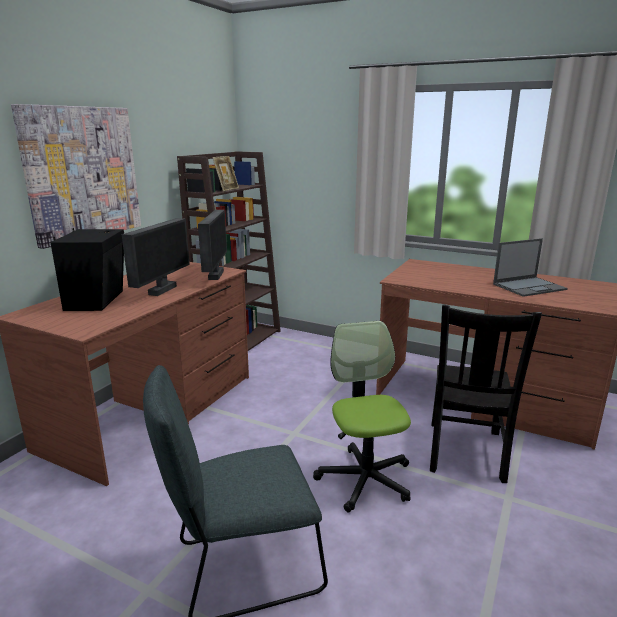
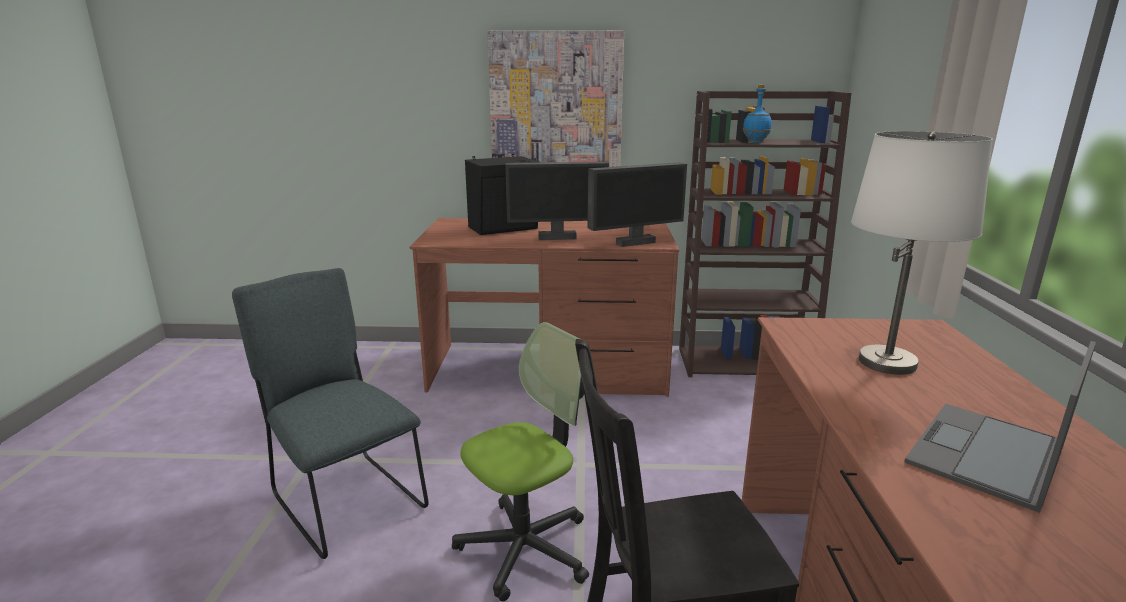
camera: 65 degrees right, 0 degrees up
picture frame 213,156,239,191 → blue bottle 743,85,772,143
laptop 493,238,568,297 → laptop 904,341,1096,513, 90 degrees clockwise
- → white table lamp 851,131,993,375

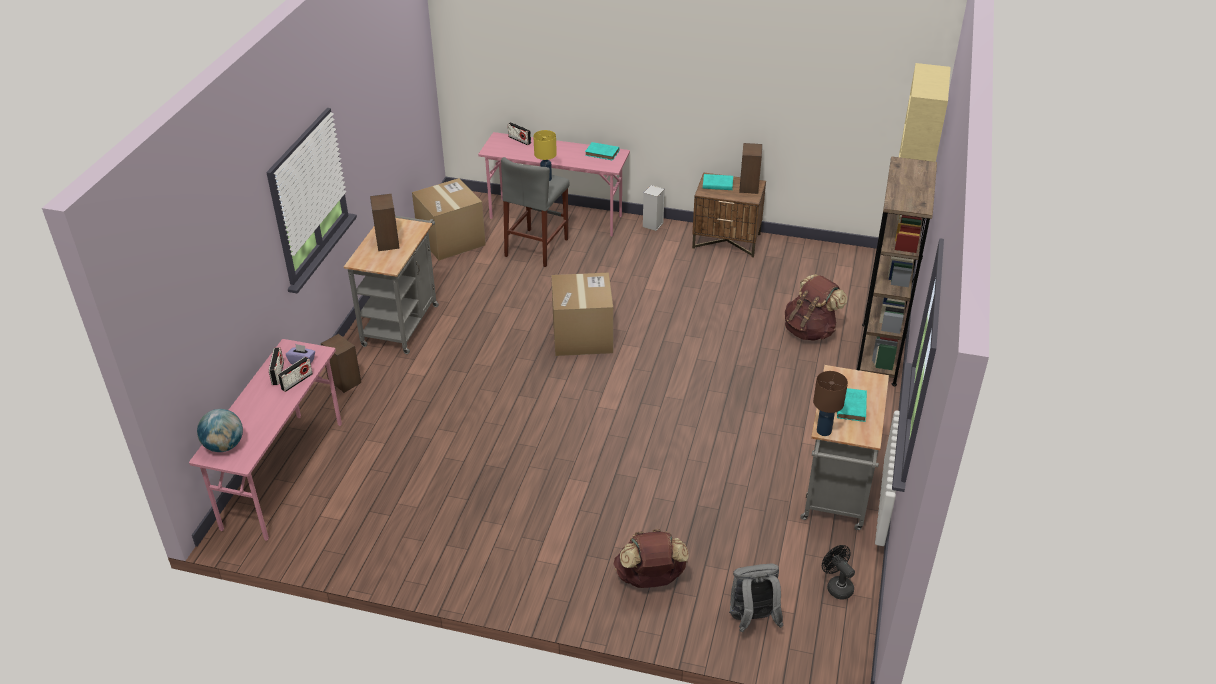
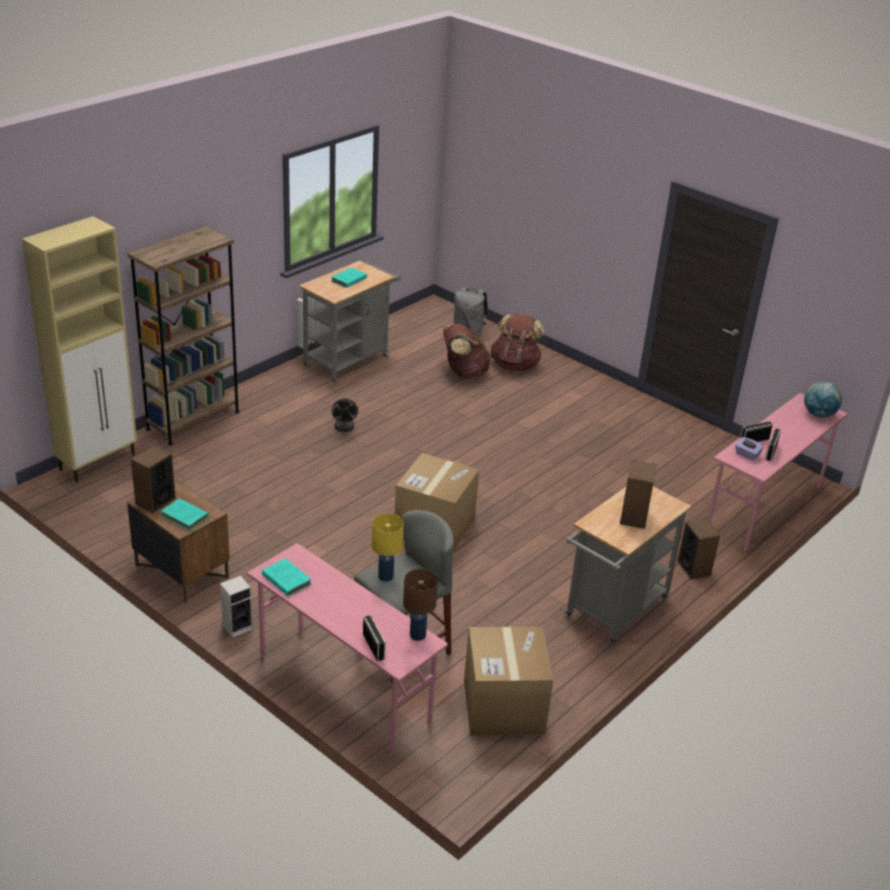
camera: 155 degrees left, 5 degrees down
brown backpack 785,274,847,341 → brown backpack 443,323,491,378, shifted
brown table lamp 813,371,848,436 → brown table lamp 403,569,438,641, shifted
black fan 822,545,855,599 → black fan 331,398,358,432, shifted

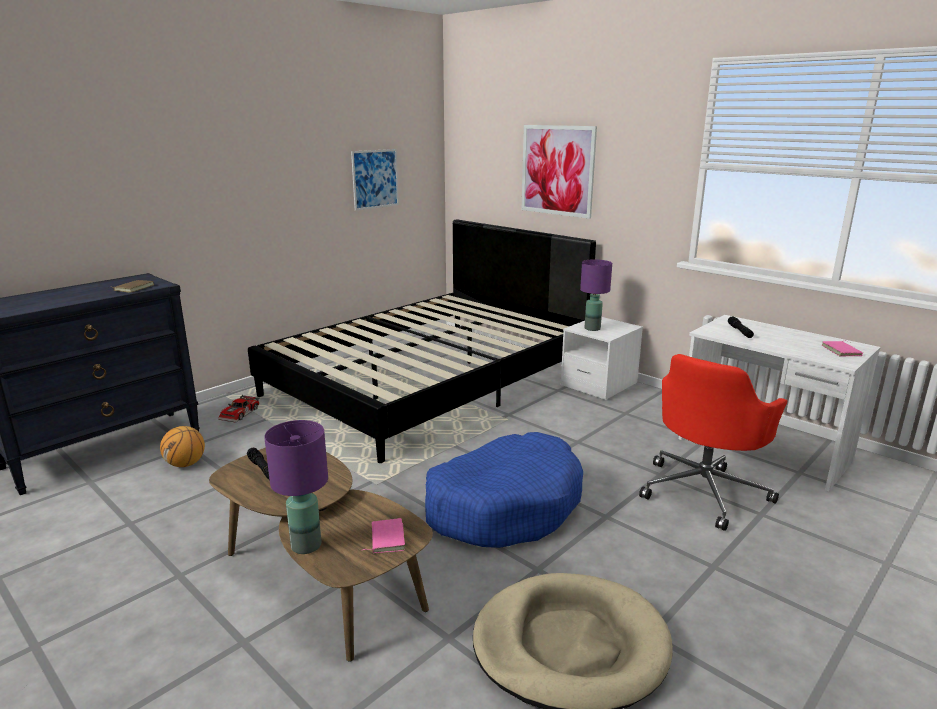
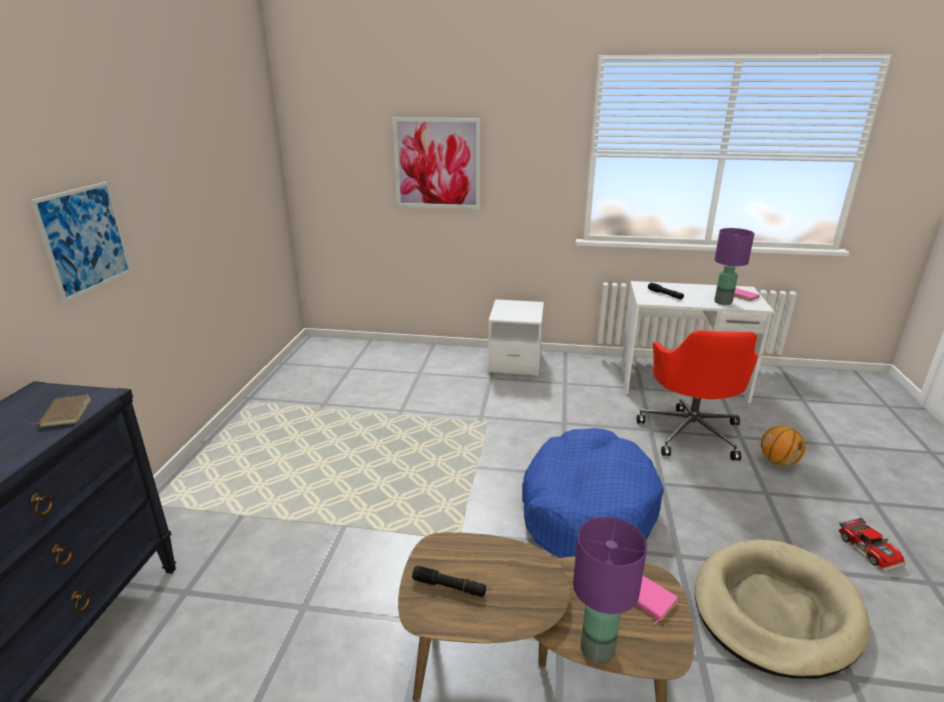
camera: 35 degrees left, 5 degrees up
basketball 160,426,205,467 → basketball 761,426,805,466, shifted
toy car 218,395,260,423 → toy car 839,518,906,572, shifted
black bed 248,219,596,463 → -
picture 351,149,399,211 → picture 30,182,132,302, shifted
purple table lamp 580,259,612,331 → purple table lamp 714,228,754,305, shifted

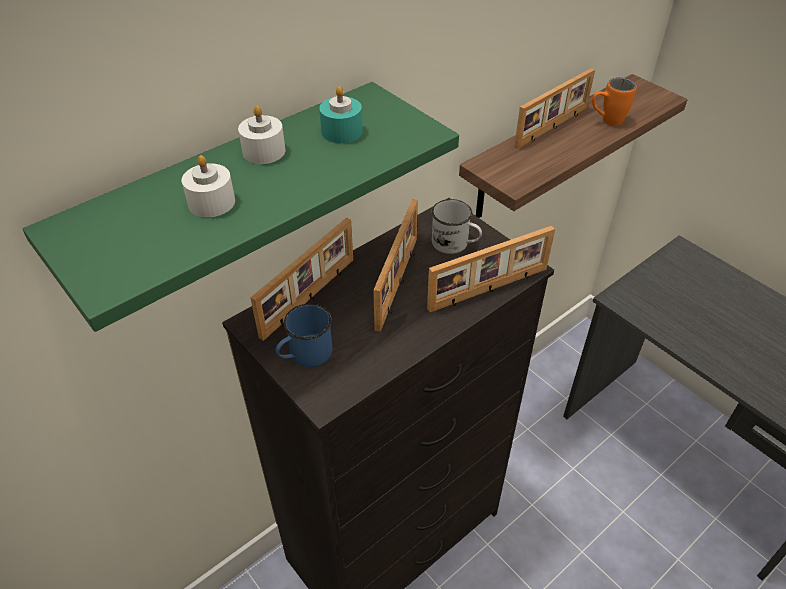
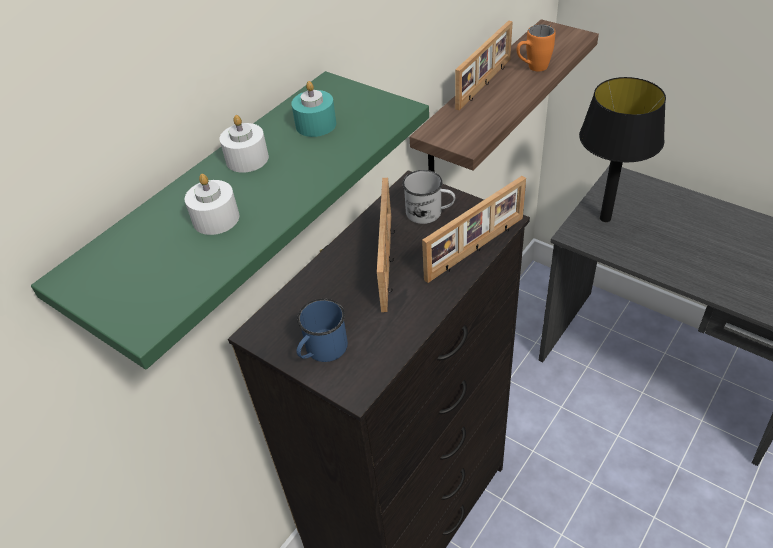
camera: 10 degrees left, 0 degrees up
picture frame 250,218,353,341 → -
- → black table lamp 579,77,666,222

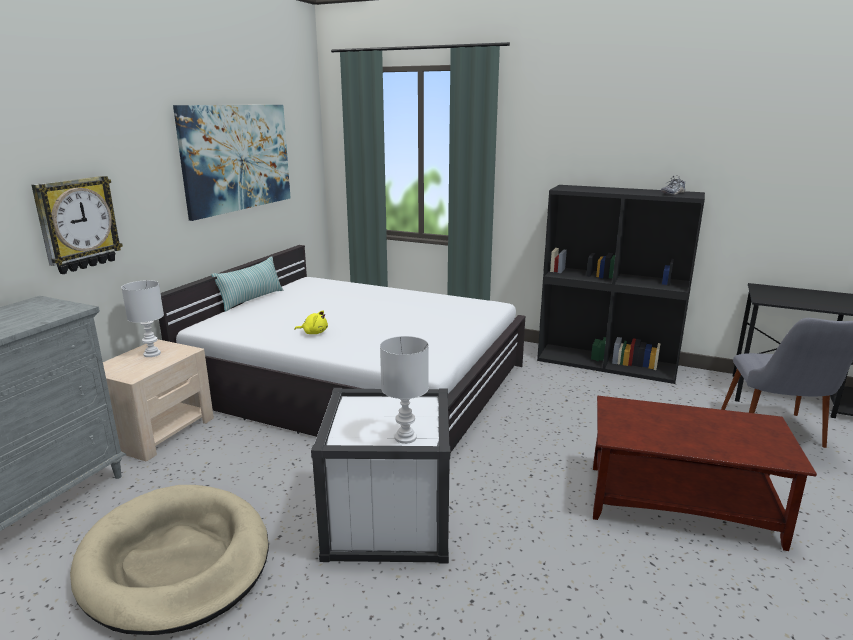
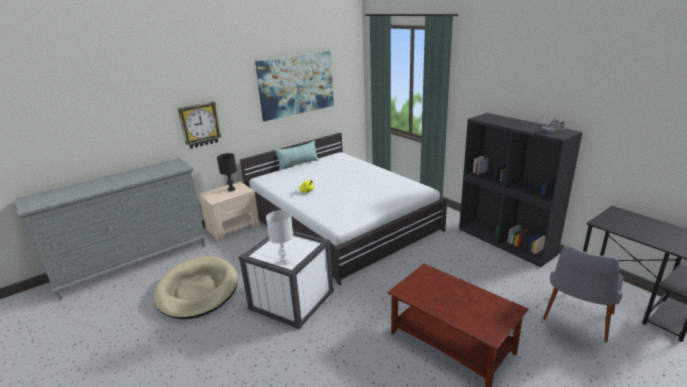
camera: 30 degrees right, 5 degrees up
white table lamp 121,280,164,357 → black table lamp 217,153,237,191

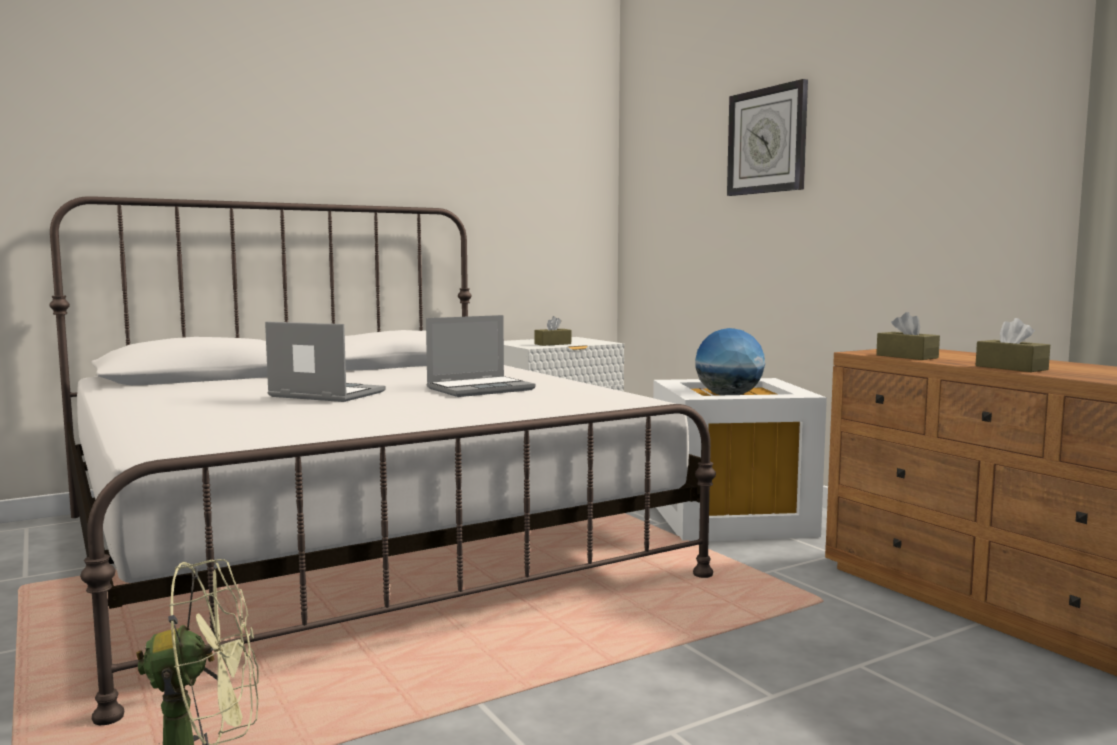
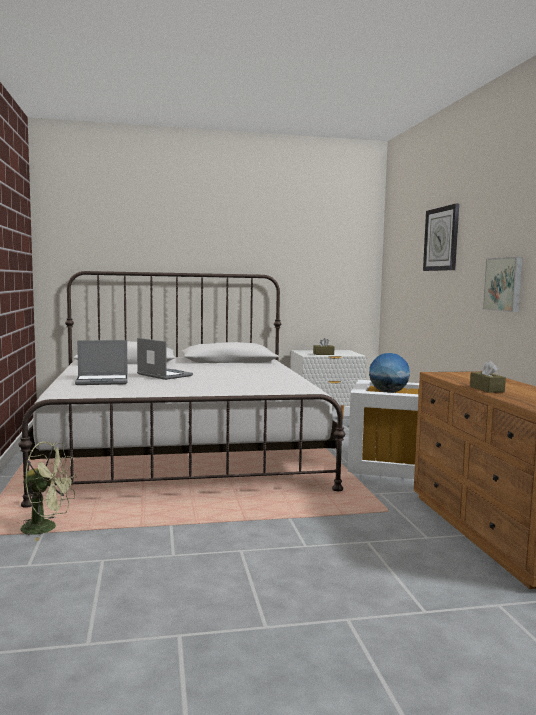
camera: 20 degrees right, 0 degrees up
laptop 426,315,536,397 → laptop 75,340,128,385, shifted
brown tissue box 876,312,940,360 → -
- → picture 483,257,523,312

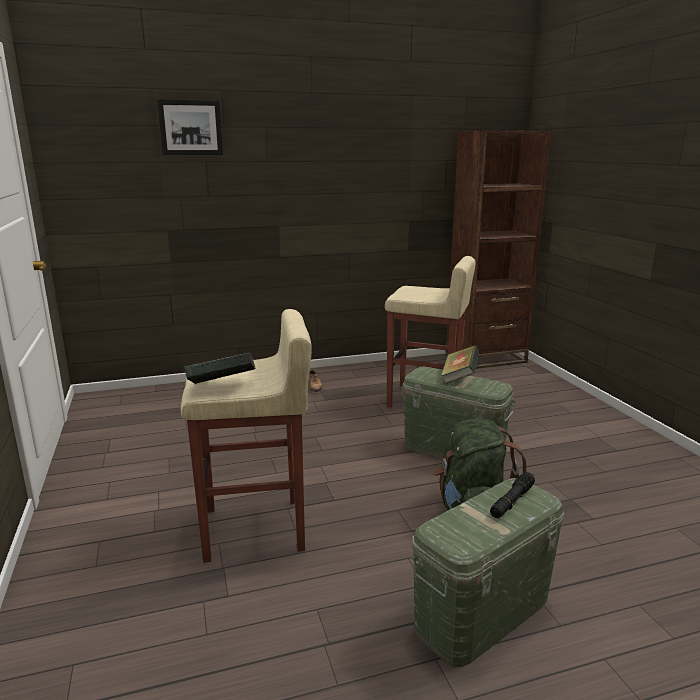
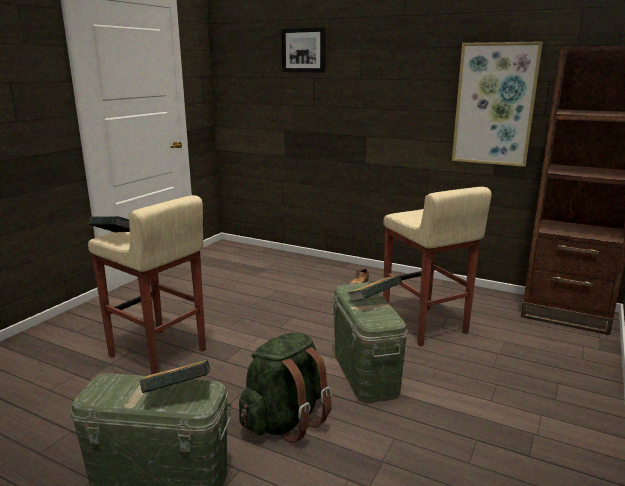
camera: 45 degrees right, 0 degrees up
black flashlight 490,472,535,518 → book 140,359,211,393
- → picture 452,42,543,167

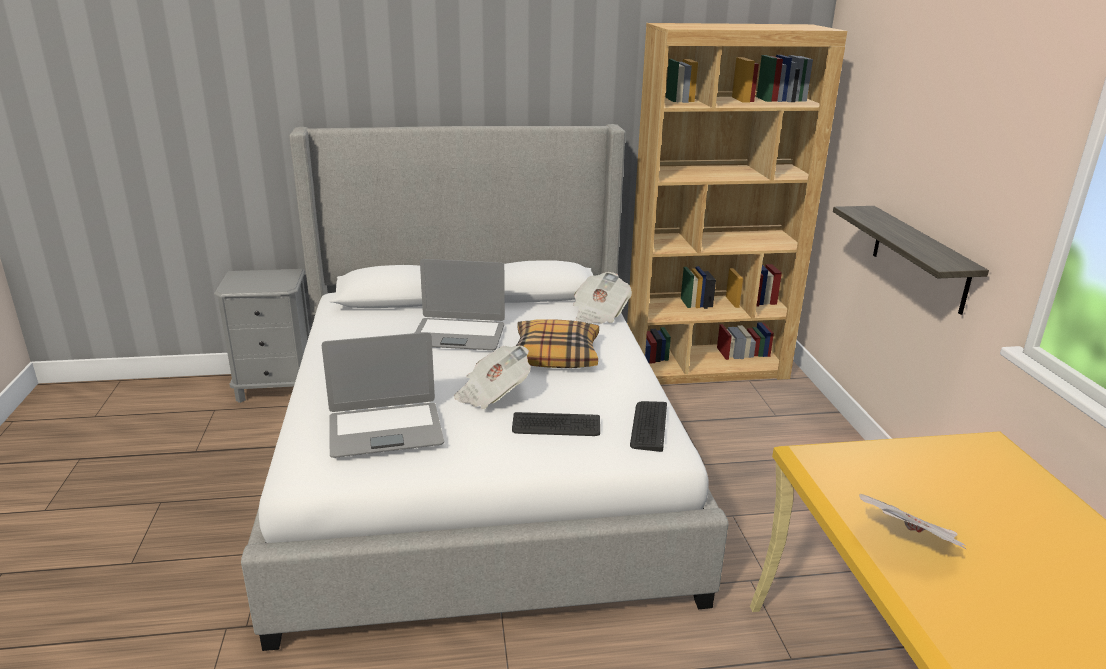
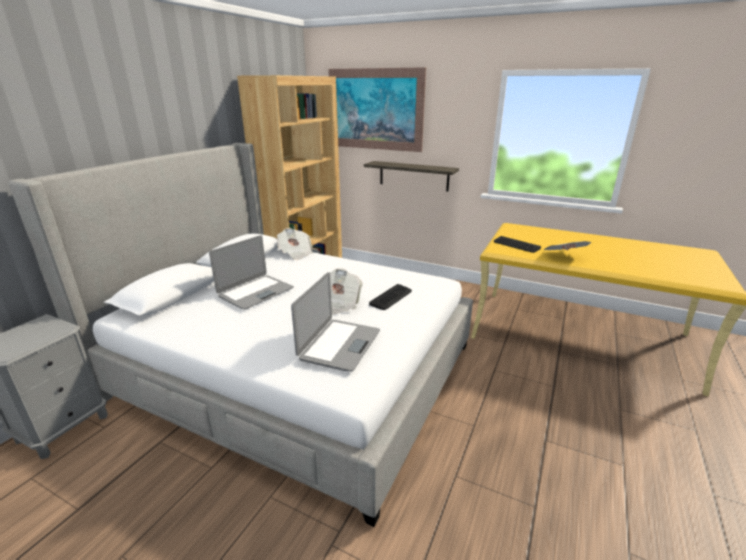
camera: 55 degrees left, 0 degrees up
pillow 516,319,599,368 → -
keyboard 630,401,667,452 → keyboard 494,236,541,253, shifted
- → picture 328,67,426,152

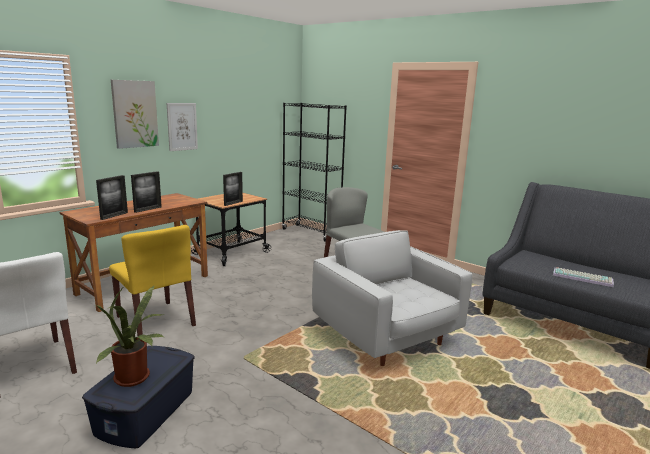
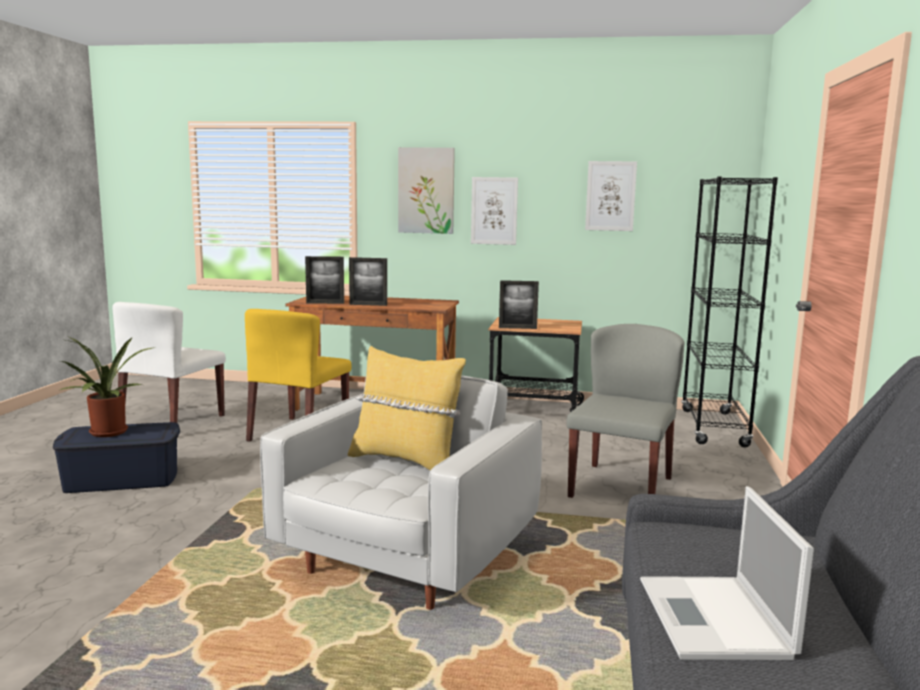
camera: 60 degrees right, 5 degrees down
keyboard 553,267,614,287 → laptop 640,486,814,660
- → yellow pillow 348,346,466,470
- → picture 585,161,637,231

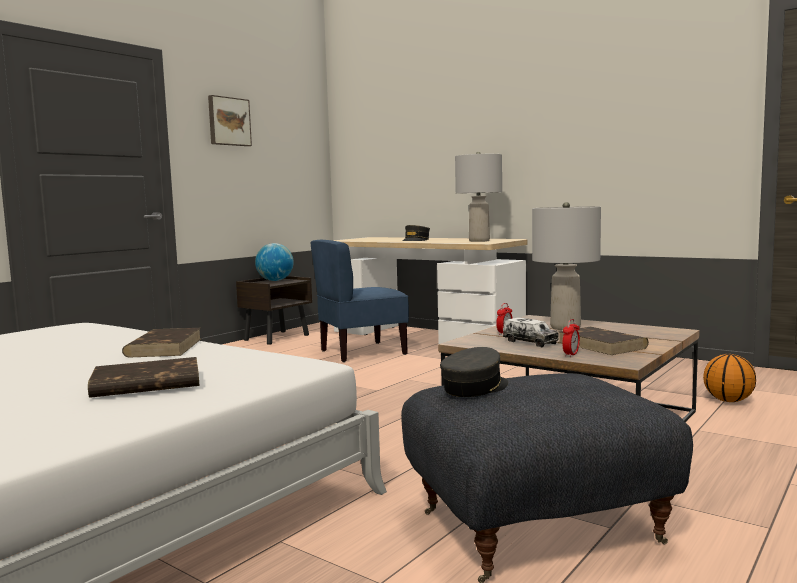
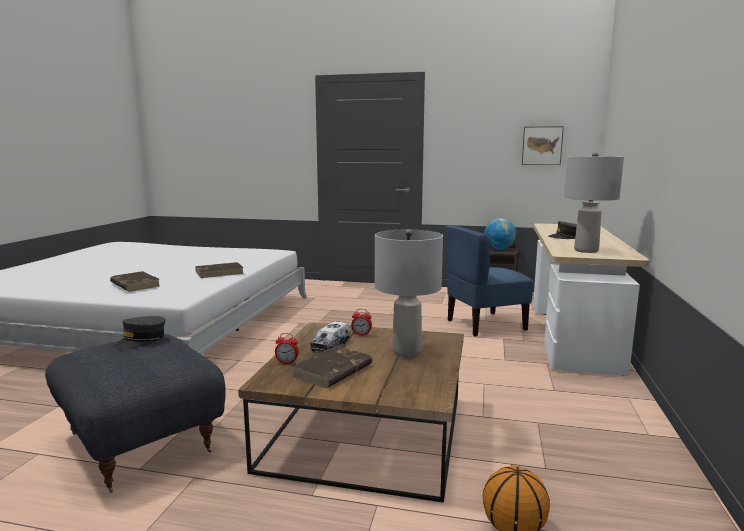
camera: 65 degrees right, 5 degrees up
picture 208,95,252,146 → picture 522,126,564,165, shifted
blue chair 310,240,409,362 → blue chair 445,226,533,337, 60 degrees counterclockwise
grey cap 440,347,508,397 → grey cap 113,316,166,349, 105 degrees clockwise

